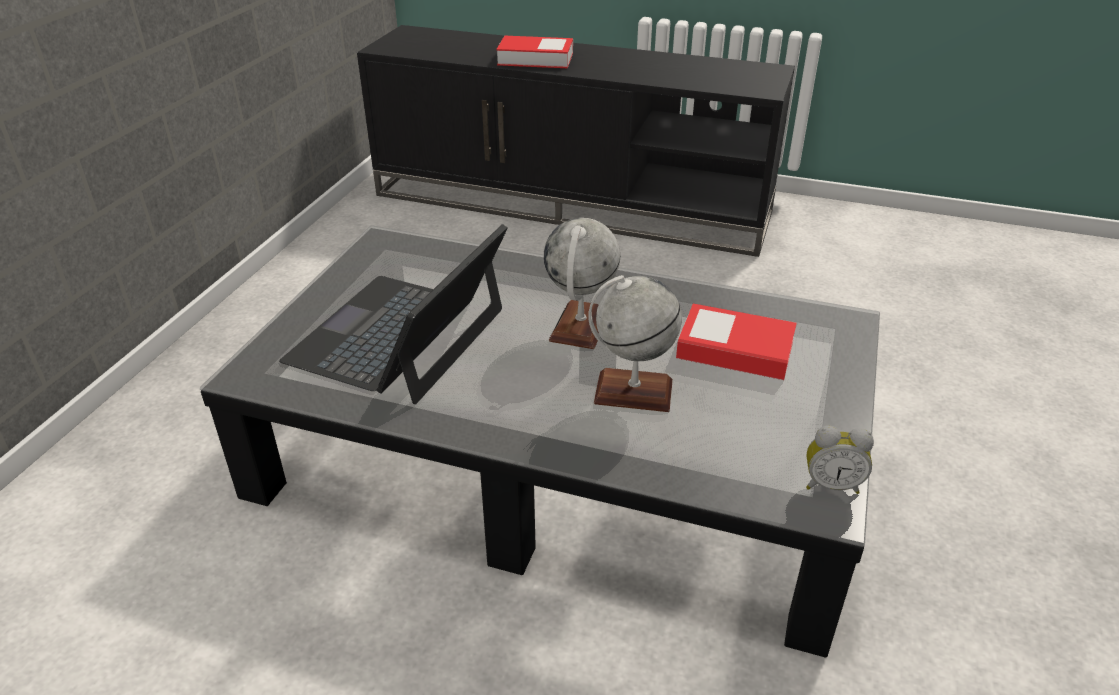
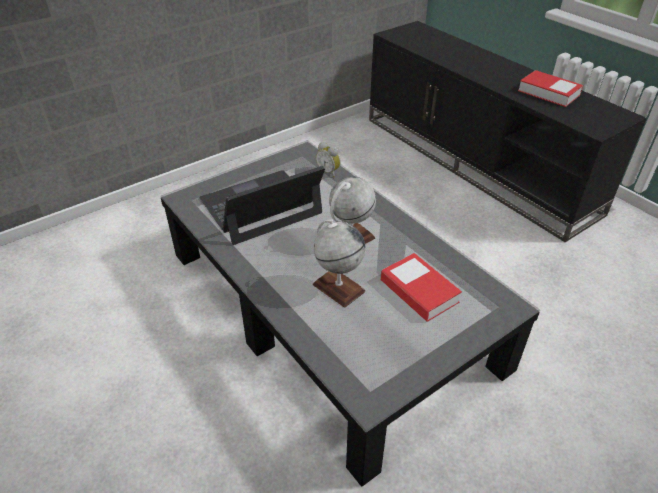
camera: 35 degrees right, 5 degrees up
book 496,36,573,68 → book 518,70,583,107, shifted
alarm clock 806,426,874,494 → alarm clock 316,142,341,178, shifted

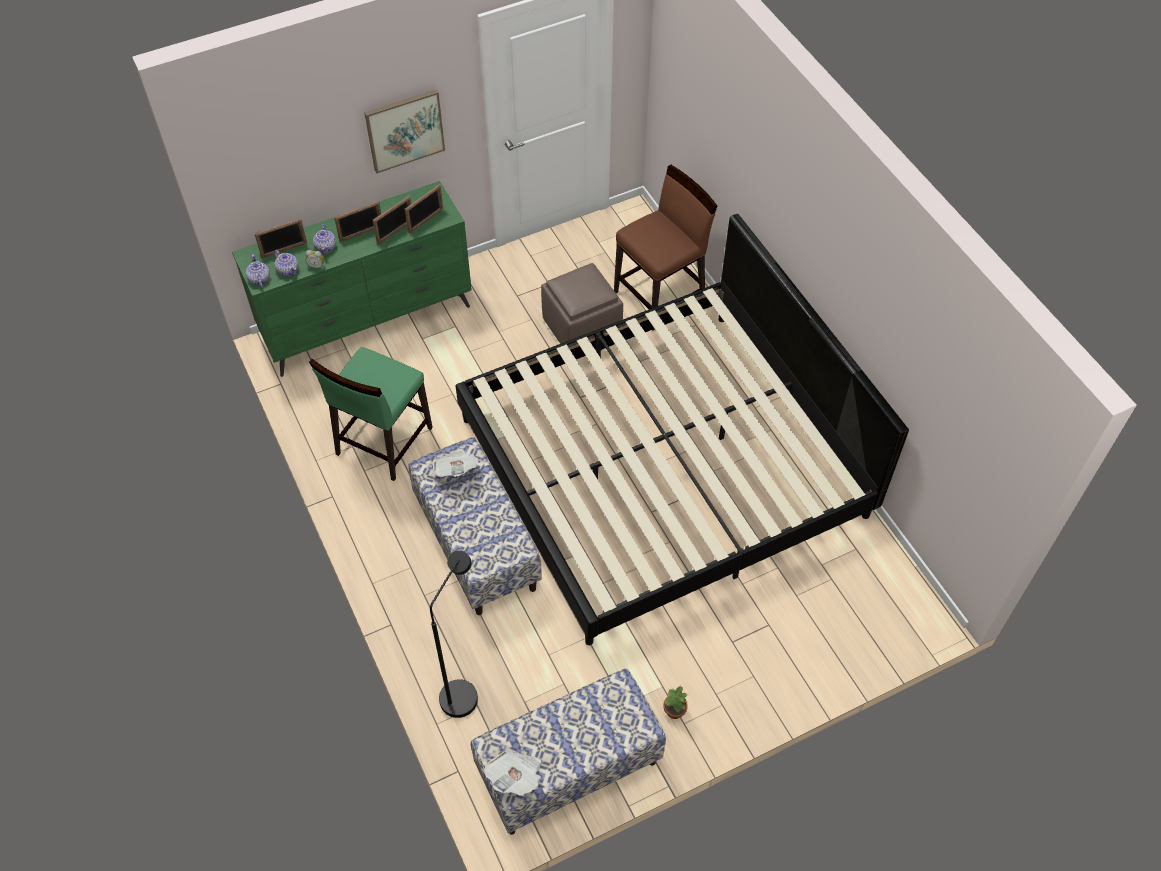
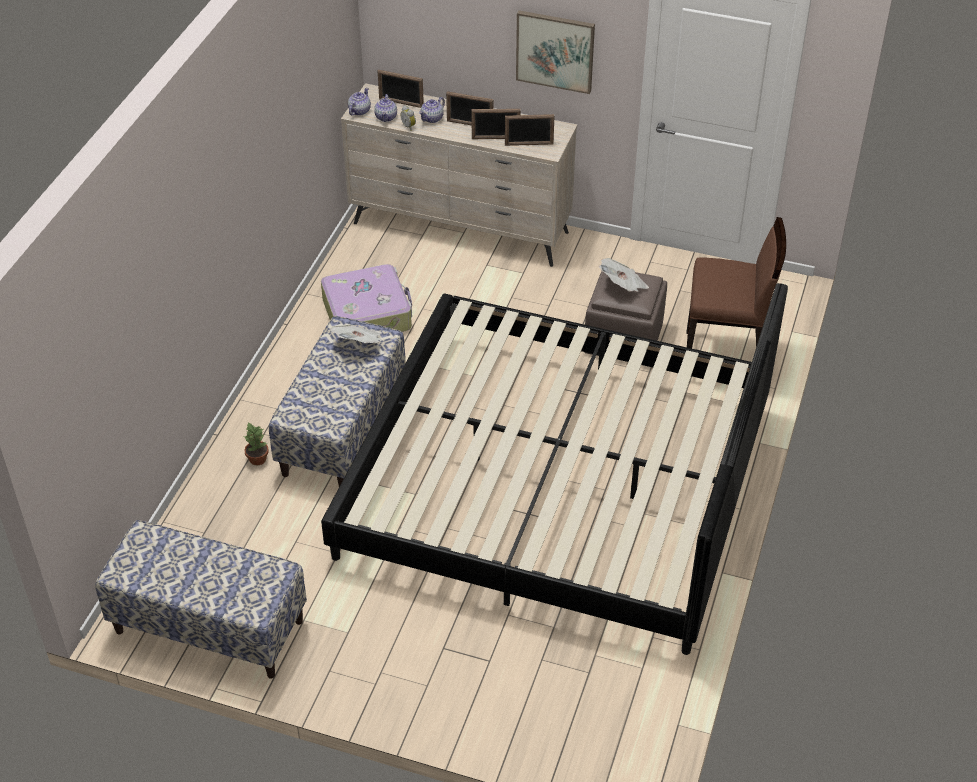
camera: 45 degrees right, 10 degrees down
green dresser 232,181,472,377 → beige dresser 341,83,577,267
green chair 309,347,433,481 → suitcase 321,264,412,332
black floor lamp 430,550,478,718 → -
newspaper 484,749,541,796 → newspaper 599,258,649,292, shifted
potted plant 663,686,688,719 → potted plant 244,423,269,465, shifted

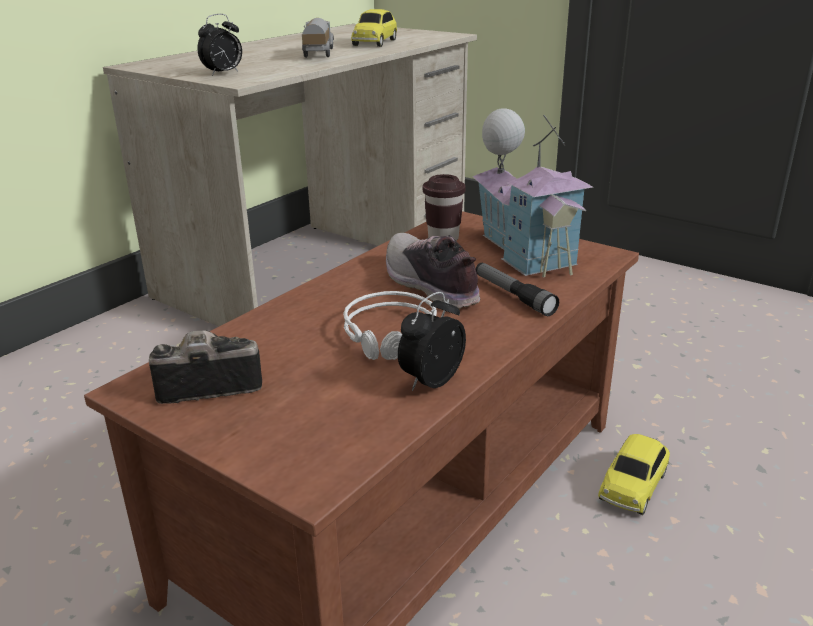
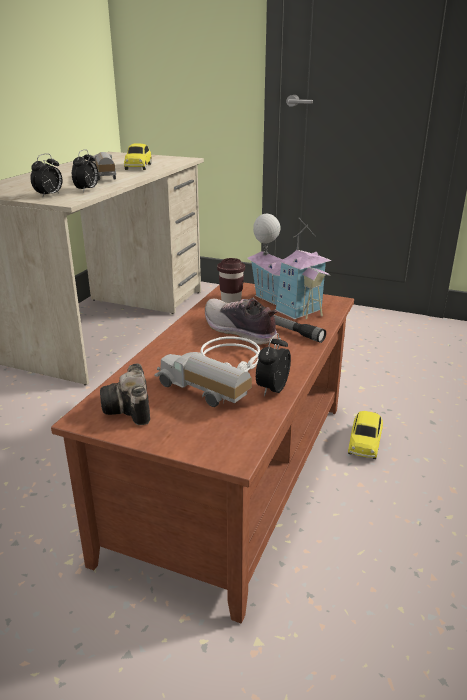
camera: 15 degrees left, 0 degrees up
photo camera 149,330,262,404 → photo camera 100,363,150,425, 75 degrees counterclockwise
- → alarm clock 72,149,98,192
- → toy truck 154,352,252,407

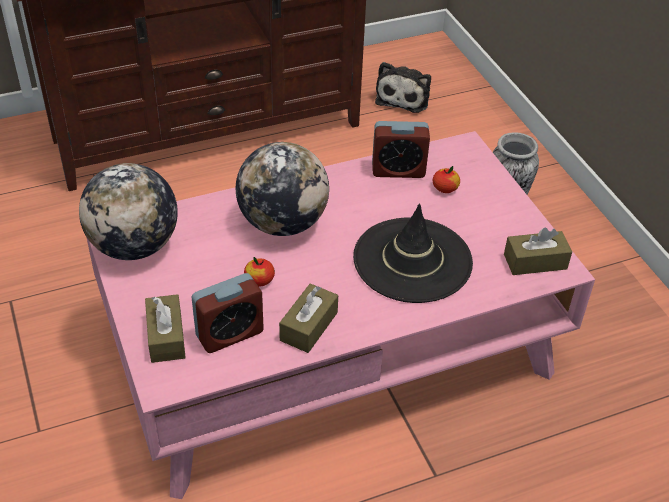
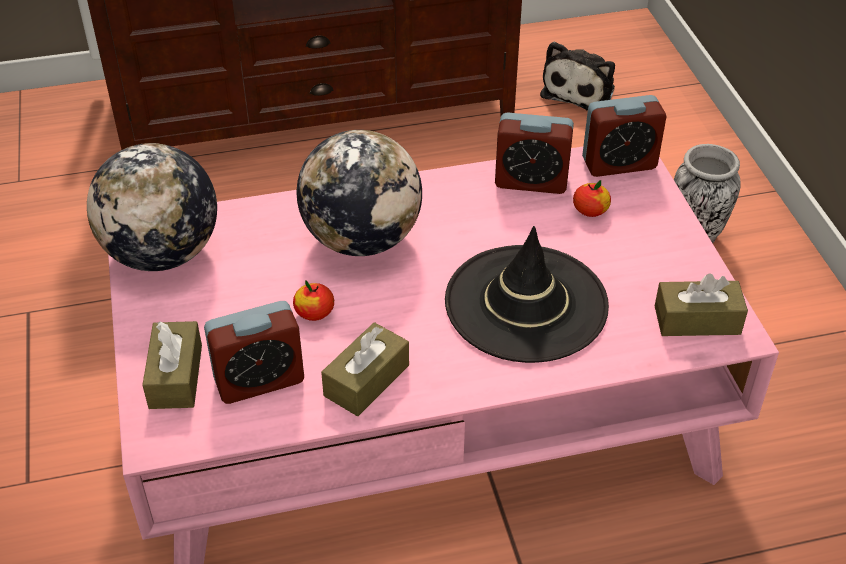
camera: 10 degrees right, 0 degrees up
- → alarm clock 582,95,666,177

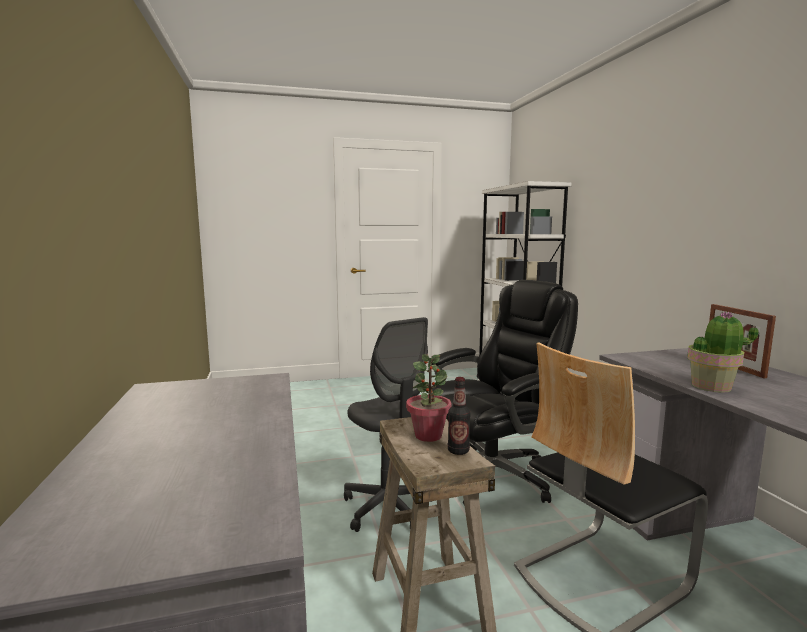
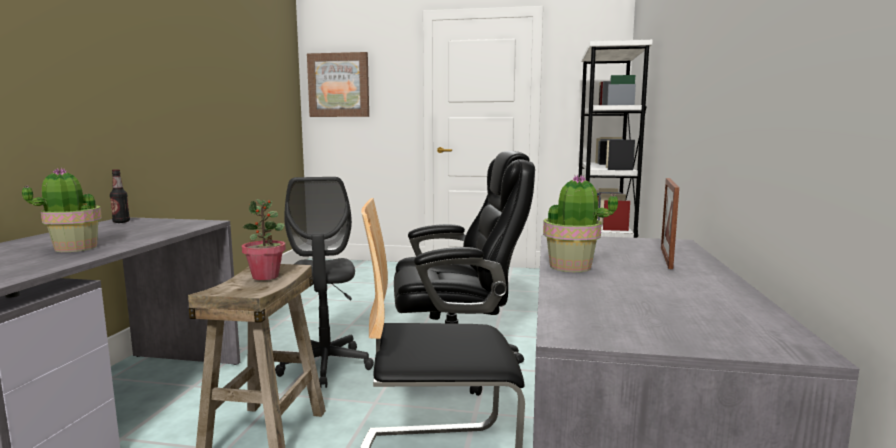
camera: 25 degrees right, 0 degrees up
bottle 448,377,471,455 → bottle 110,169,130,223, shifted
- → potted plant 22,168,102,252
- → picture 307,52,369,117

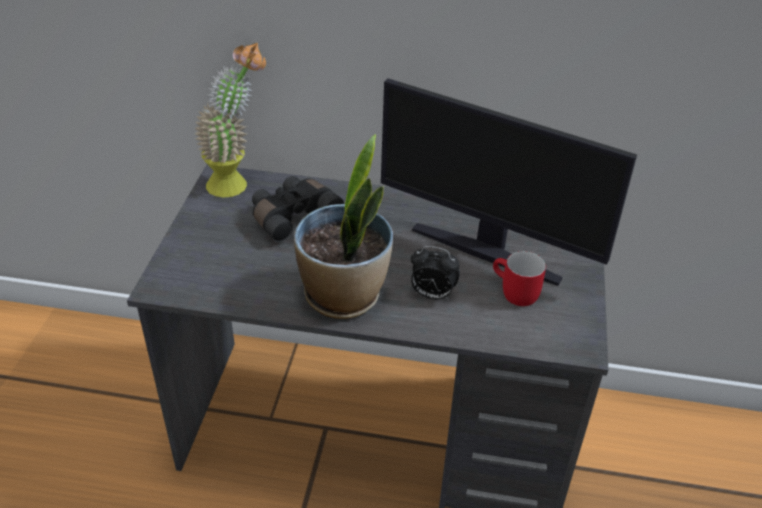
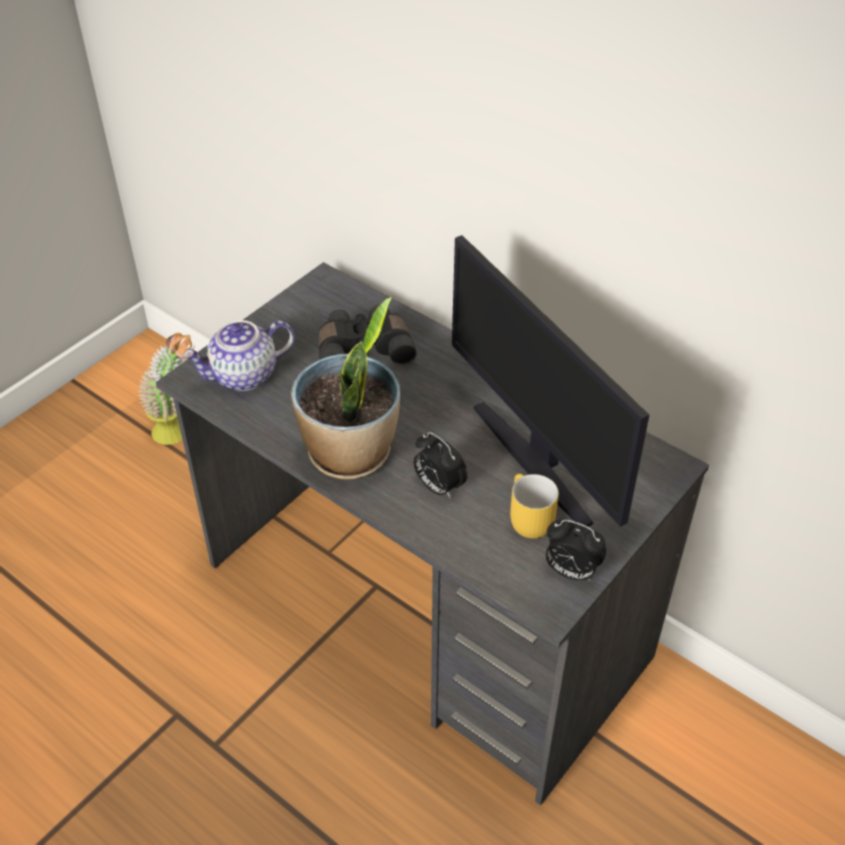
camera: 30 degrees right, 5 degrees up
potted plant 194,43,266,198 → potted plant 138,333,194,445, shifted
red mug 493,251,546,306 → yellow mug 510,474,559,539
- → teapot 182,320,295,391
- → alarm clock 546,519,607,581

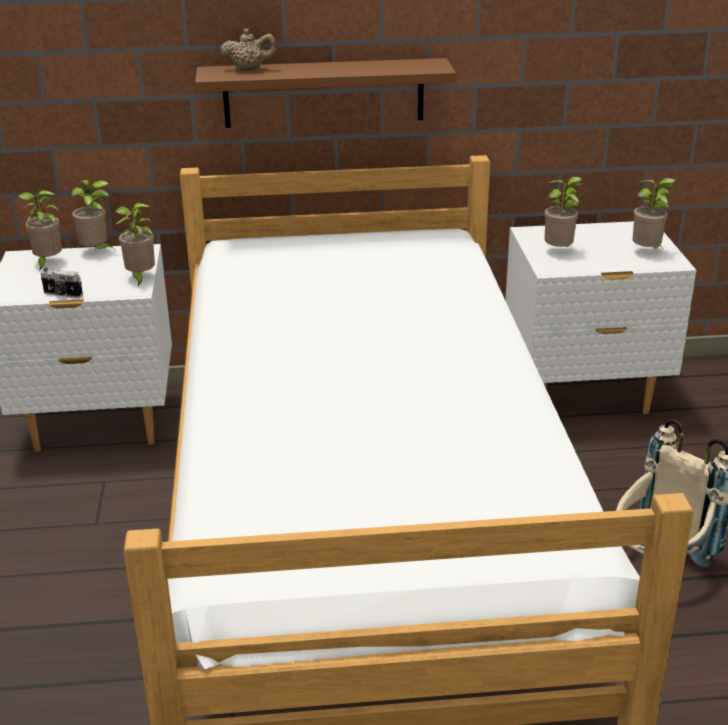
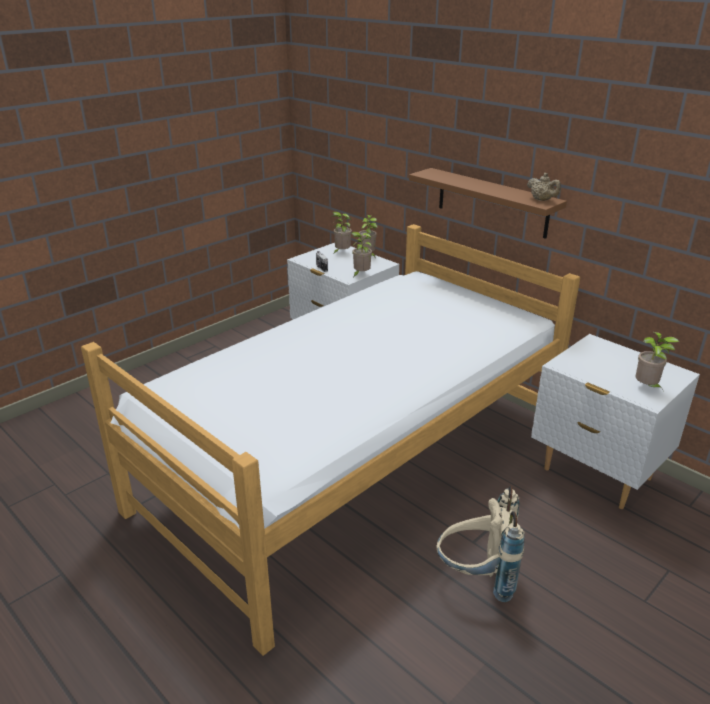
camera: 50 degrees right, 0 degrees up
beige teapot 220,29,277,71 → beige teapot 527,173,561,201, shifted
potted plant 544,177,584,247 → -

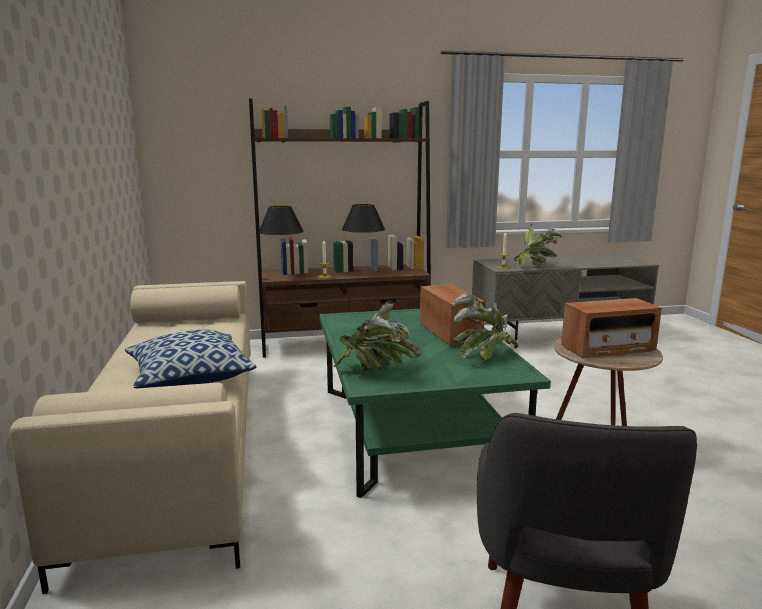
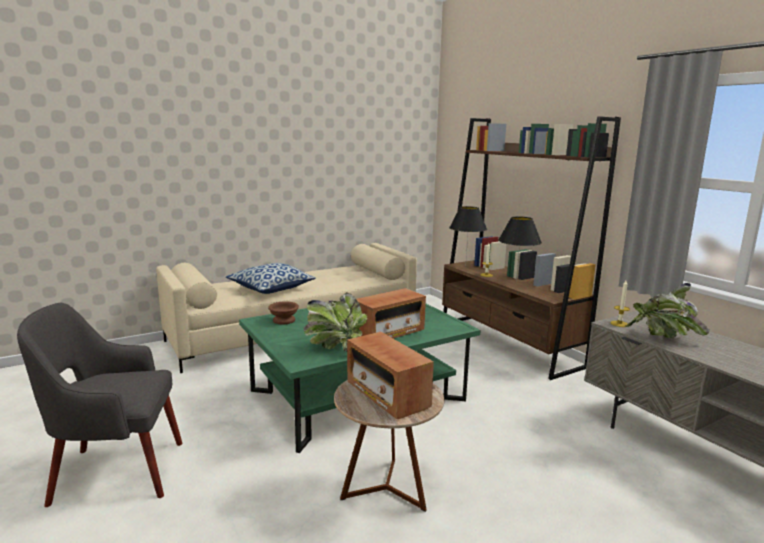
camera: 70 degrees right, 0 degrees up
potted plant 333,300,422,371 → brown bowl 268,301,299,324

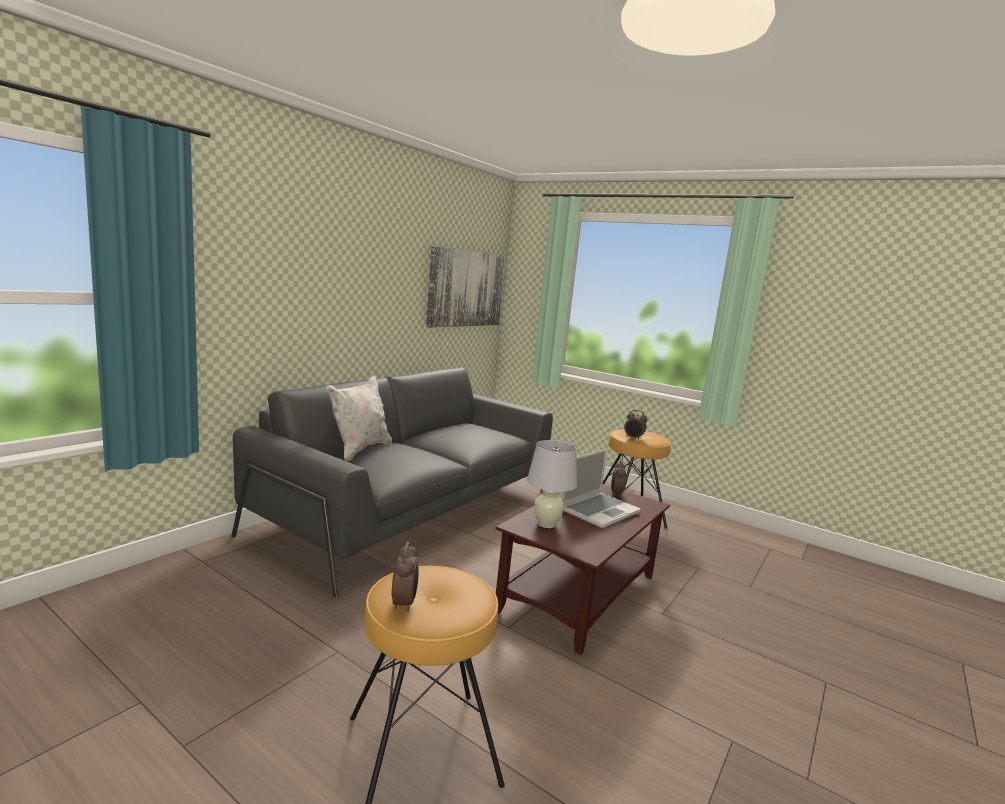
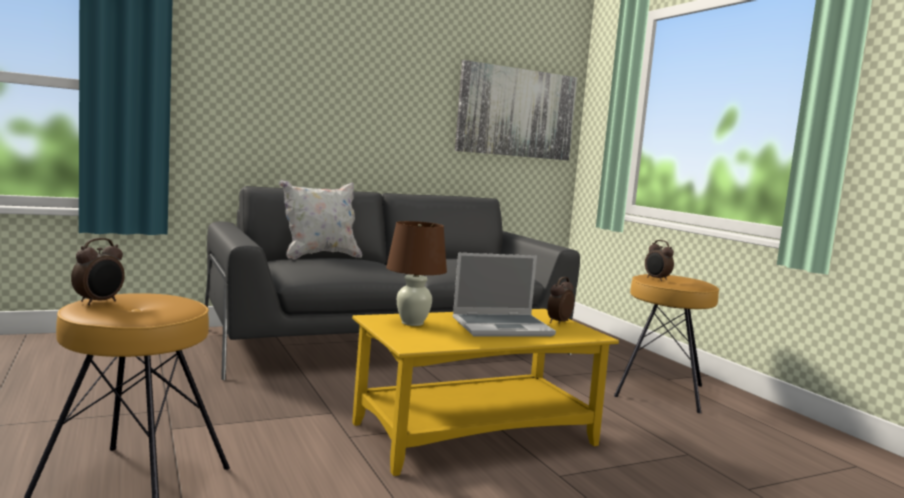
camera: 30 degrees right, 5 degrees down
brown coffee table 495,484,670,655 → yellow coffee table 352,309,619,476
white table lamp 527,440,577,528 → brown table lamp 386,221,447,326

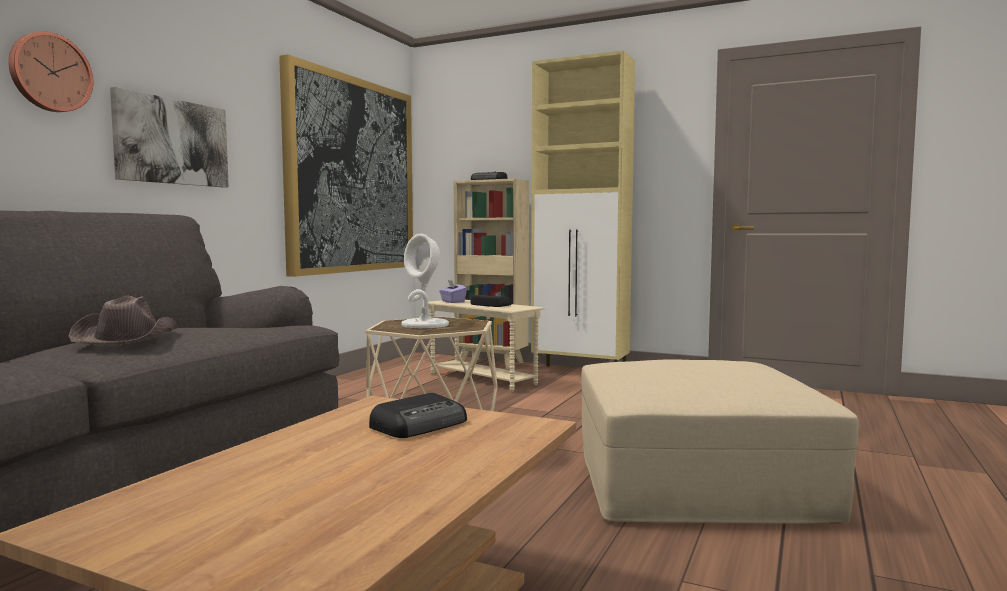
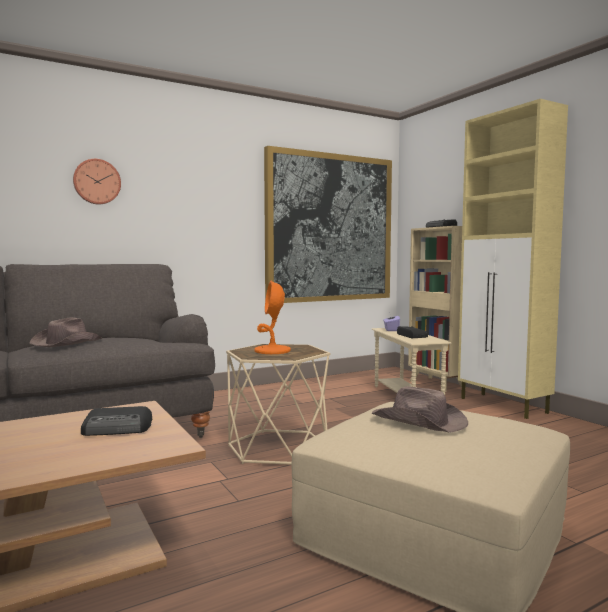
camera: 35 degrees right, 0 degrees up
picture 110,87,229,188 → -
white table lamp 401,233,449,328 → orange table lamp 254,281,291,354
- → brown hat 372,386,468,433

